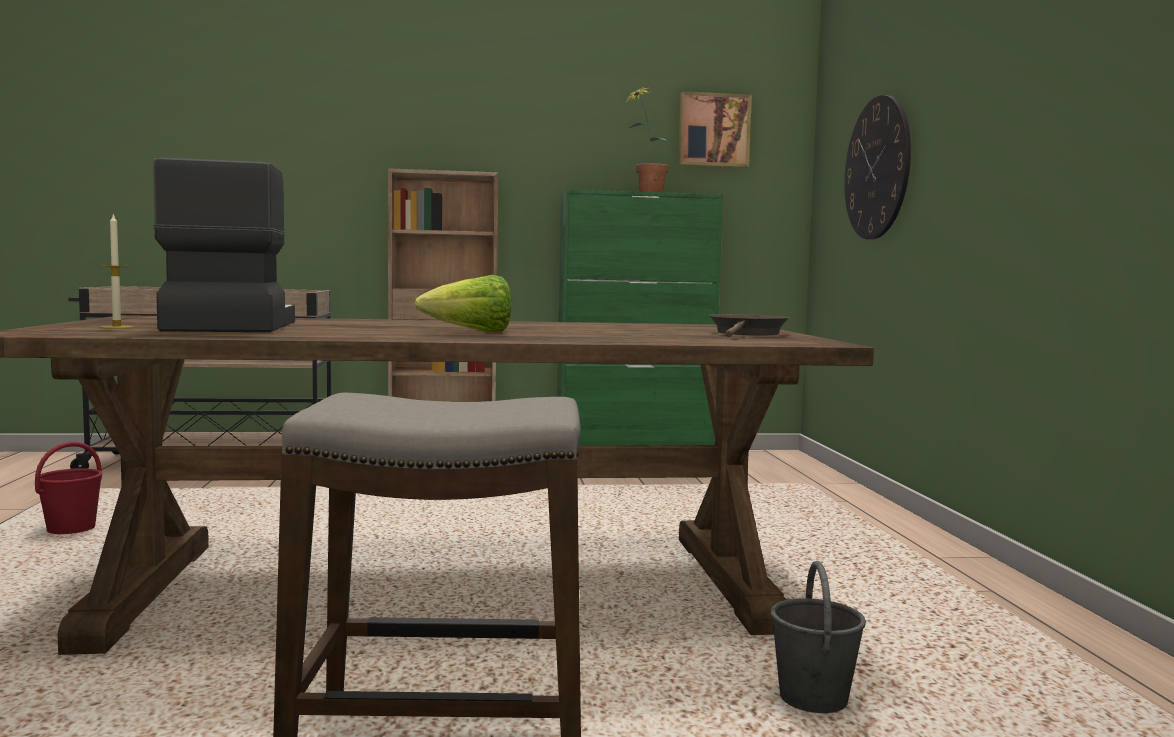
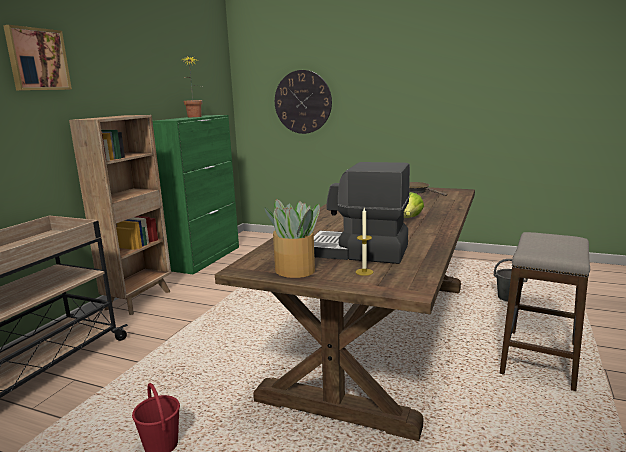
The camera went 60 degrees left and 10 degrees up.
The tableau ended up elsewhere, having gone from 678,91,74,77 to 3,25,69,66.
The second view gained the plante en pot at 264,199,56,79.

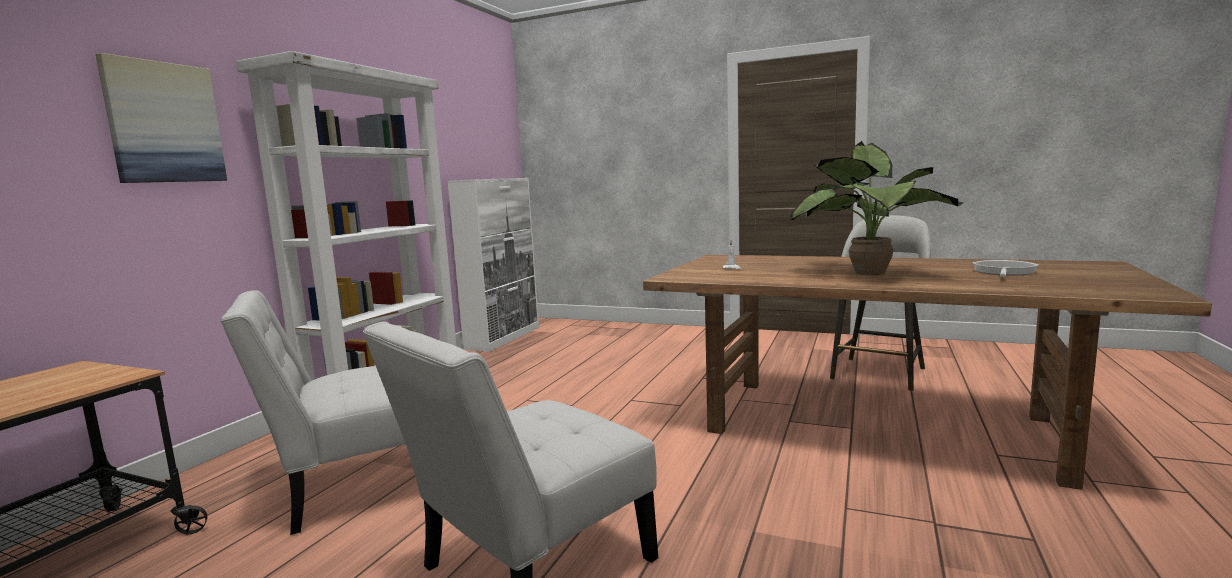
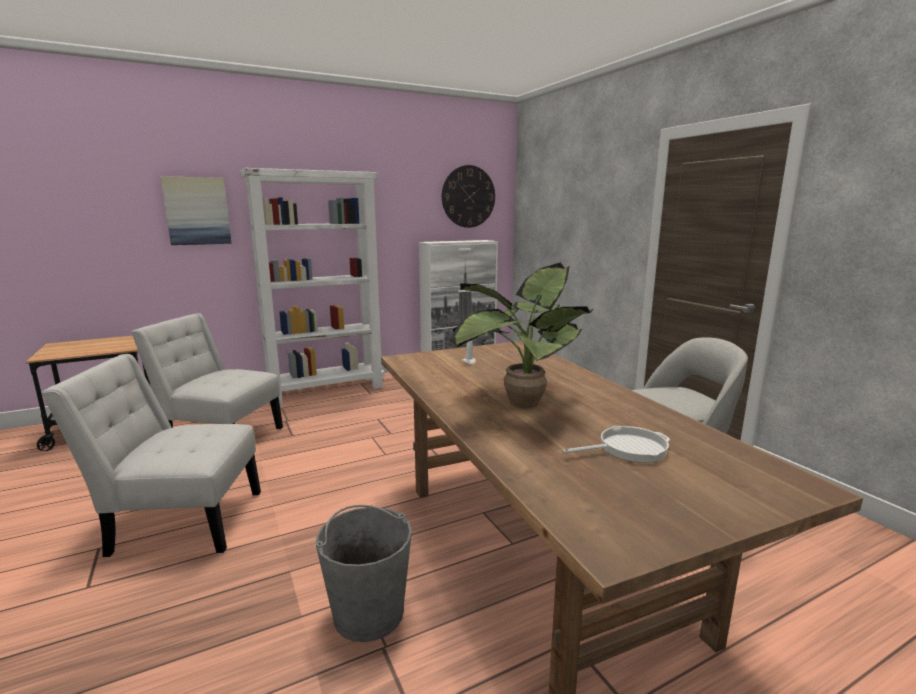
The camera went 40 degrees right and 5 degrees up.
The second view gained the seau [gris] at 316,505,96,137.
The second view gained the horloge murale at 442,165,53,63.

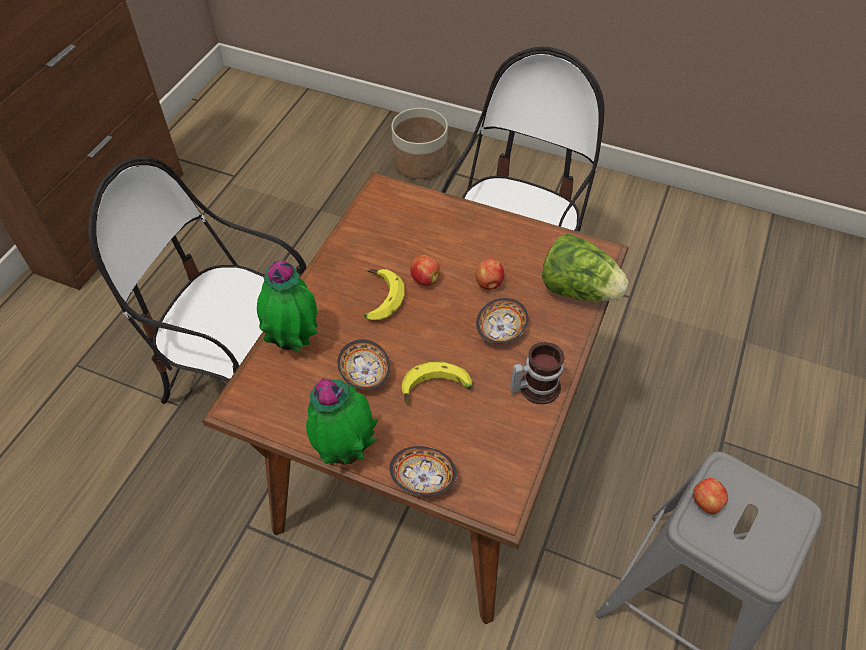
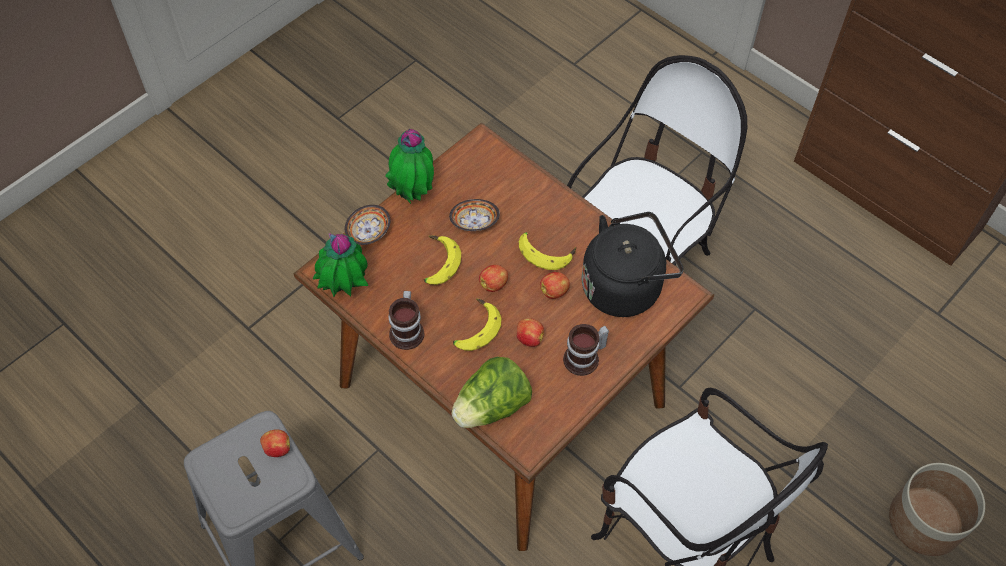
The camera went 110 degrees right and 5 degrees up.
The plante en pot ended up elsewhere, having gone from 257,261,61,91 to 313,233,55,64.
Where the bol stood at 476,298,52,46, the banane came to stand at 453,298,48,53.
The second view gained the pomme at 479,265,29,27.
The second view gained the mug at 563,324,46,52.
The second view gained the bouilloire [noir] at 582,212,102,105.

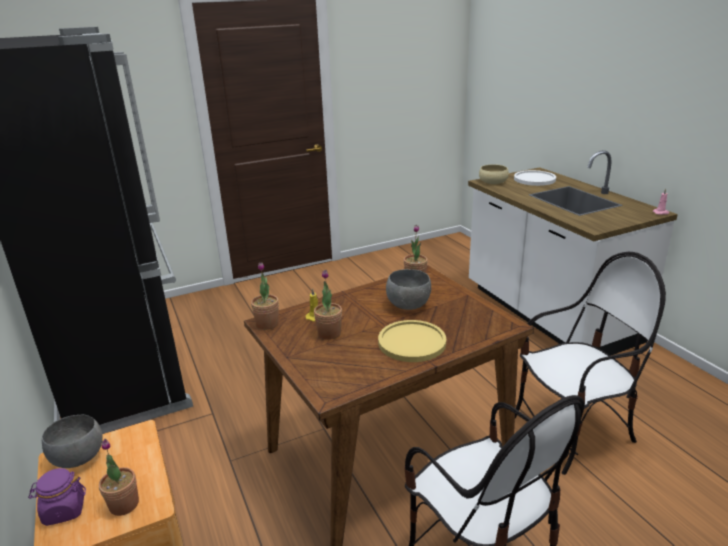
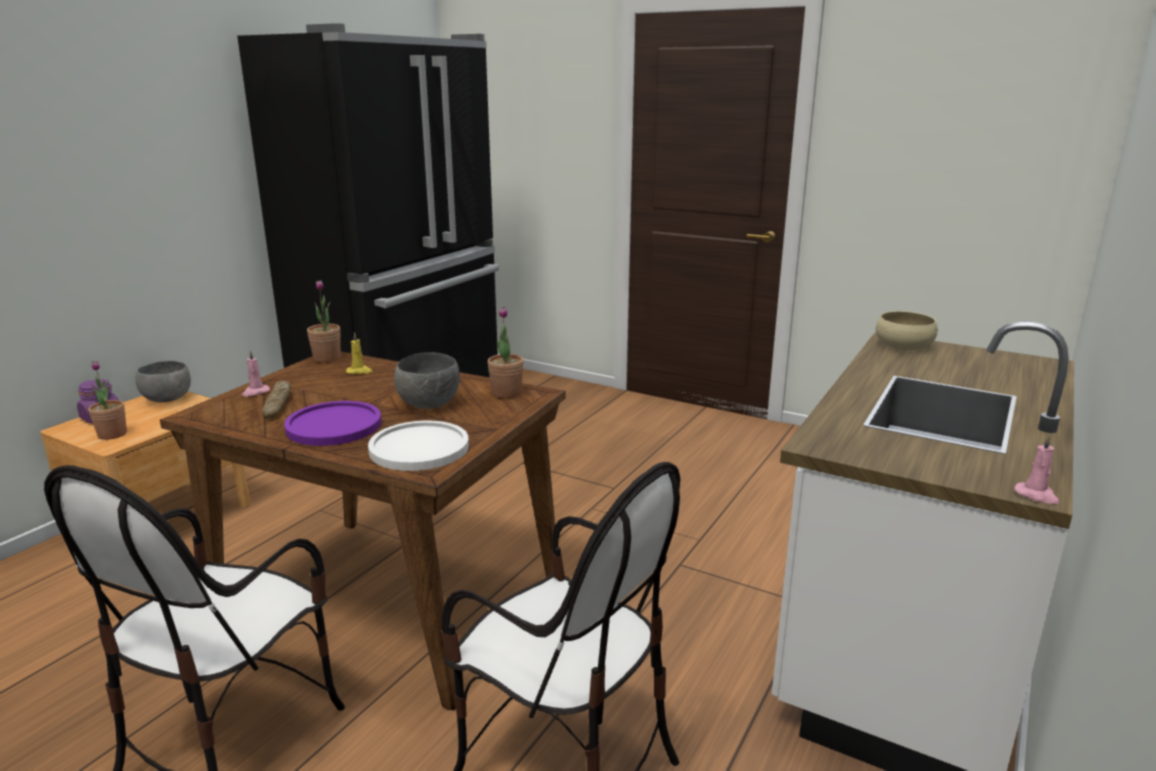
The camera went 55 degrees right and 5 degrees down.
The second view lost the plante en pot at 314,270,28,70.
What was the assiette [jaune] at 378,320,68,42 turned into the assiette [violet] at 284,401,97,45.
The assiette [blanc] ended up elsewhere, having gone from 514,170,42,16 to 368,421,101,50.
The second view gained the bougie [rose] at 242,350,28,47.
The second view gained the pain at 262,381,30,38.

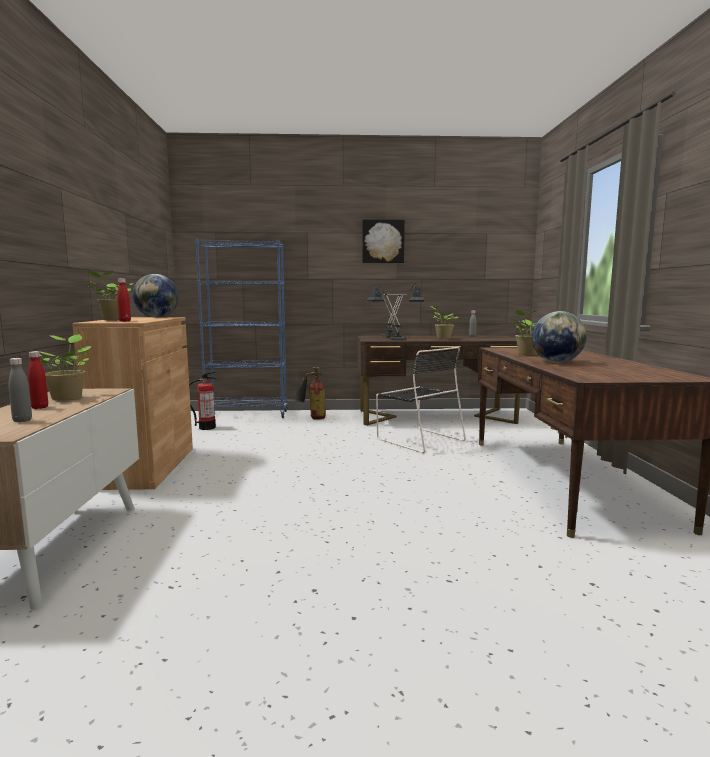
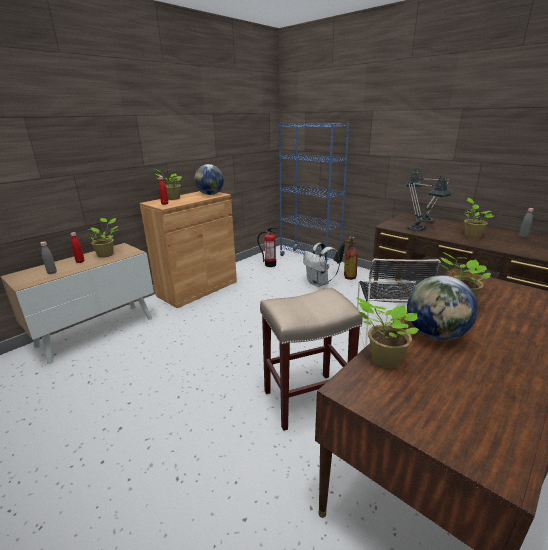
The camera went 45 degrees right and 15 degrees up.
The second view lost the tableau at 362,219,43,44.
The second view gained the tabouret [beige] at 260,288,103,143.
The second view gained the sac à dos [blanc] at 303,243,37,44.
The second view gained the plante en pot at 356,298,63,70.

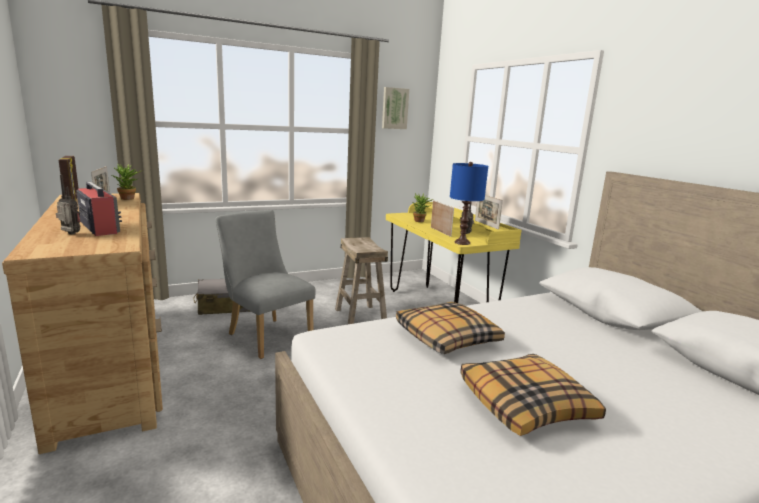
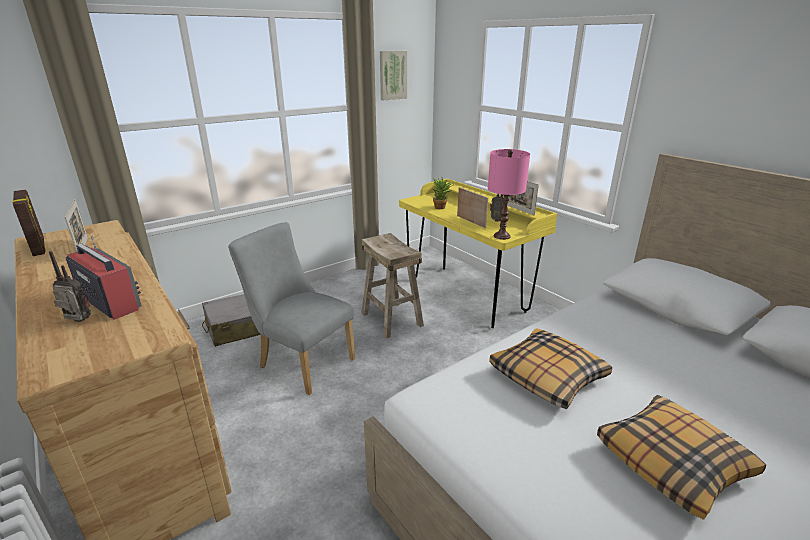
The camera went 10 degrees left and 10 degrees up.
The second view lost the plante en pot at 112,164,29,36.
What was the lampe de table [bleu] at 450,162,38,83 turned into the lampe de table [rose] at 488,149,42,91.

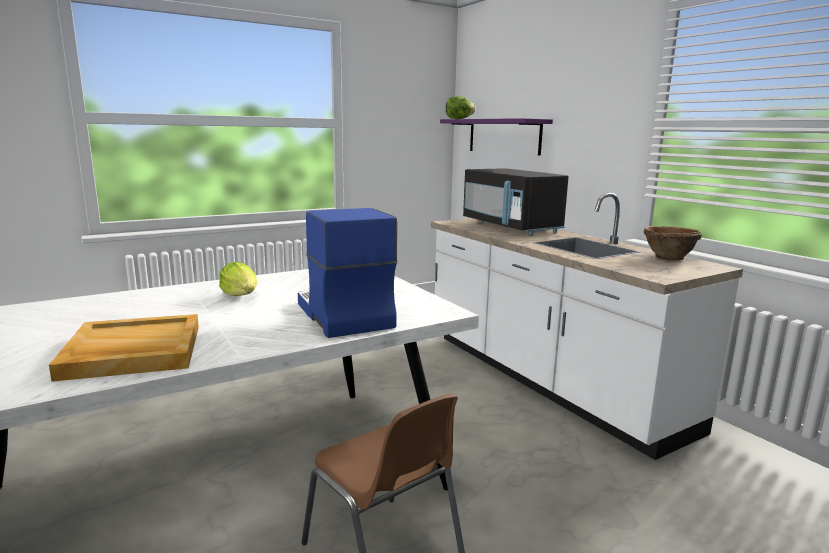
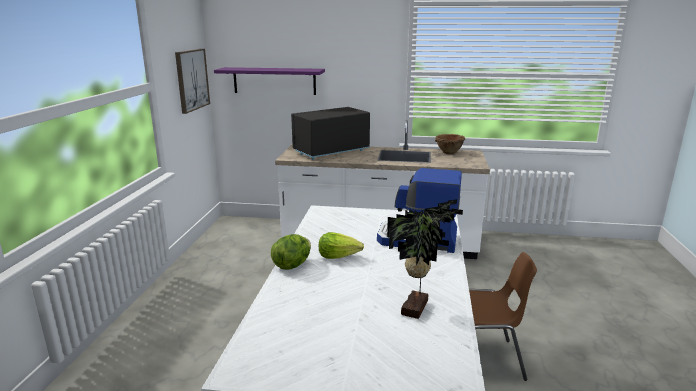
The camera went 50 degrees left and 5 degrees up.
Where the plateau [beige] stood at 49,314,150,68, the plante en pot came to stand at 387,199,76,120.
The laitue ended up elsewhere, having gone from 446,96,30,23 to 271,234,40,36.
The micro-ondes [noir] at 463,168,106,67 ended up facing another way, 135 degrees clockwise from before.
The second view gained the tableau at 175,49,35,65.

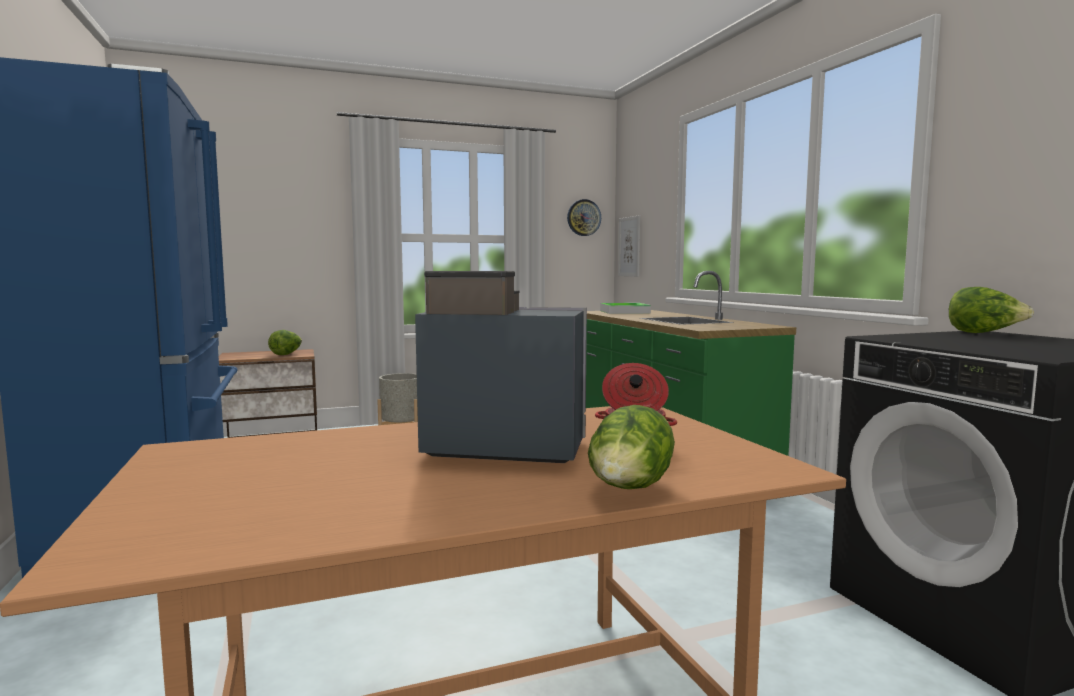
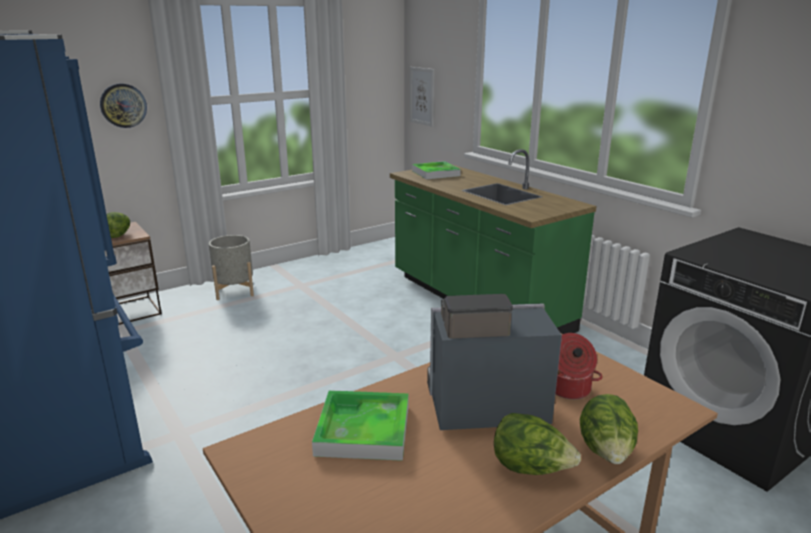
The camera went 15 degrees left and 15 degrees up.
The horloge murale ended up elsewhere, having gone from 567,199,34,37 to 100,83,47,45.
The laitue ended up elsewhere, having gone from 949,287,85,46 to 494,413,87,62.
The second view gained the plateau at 312,390,96,71.

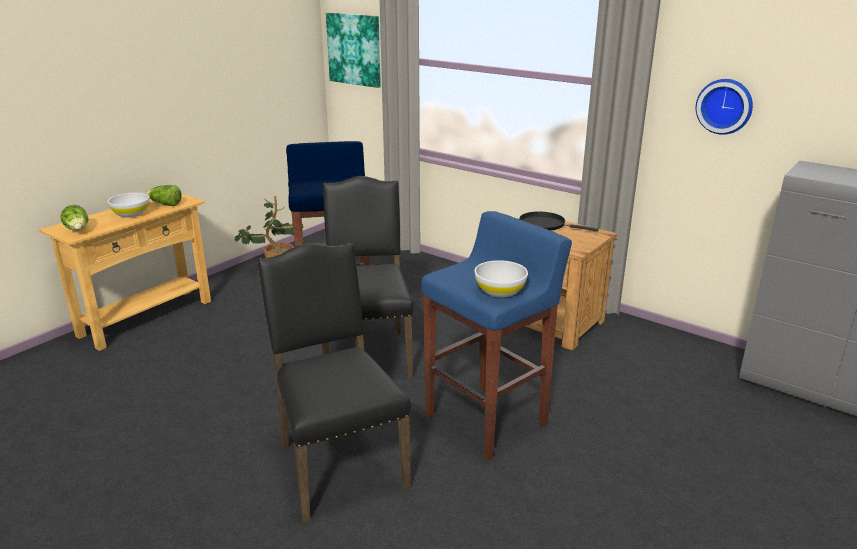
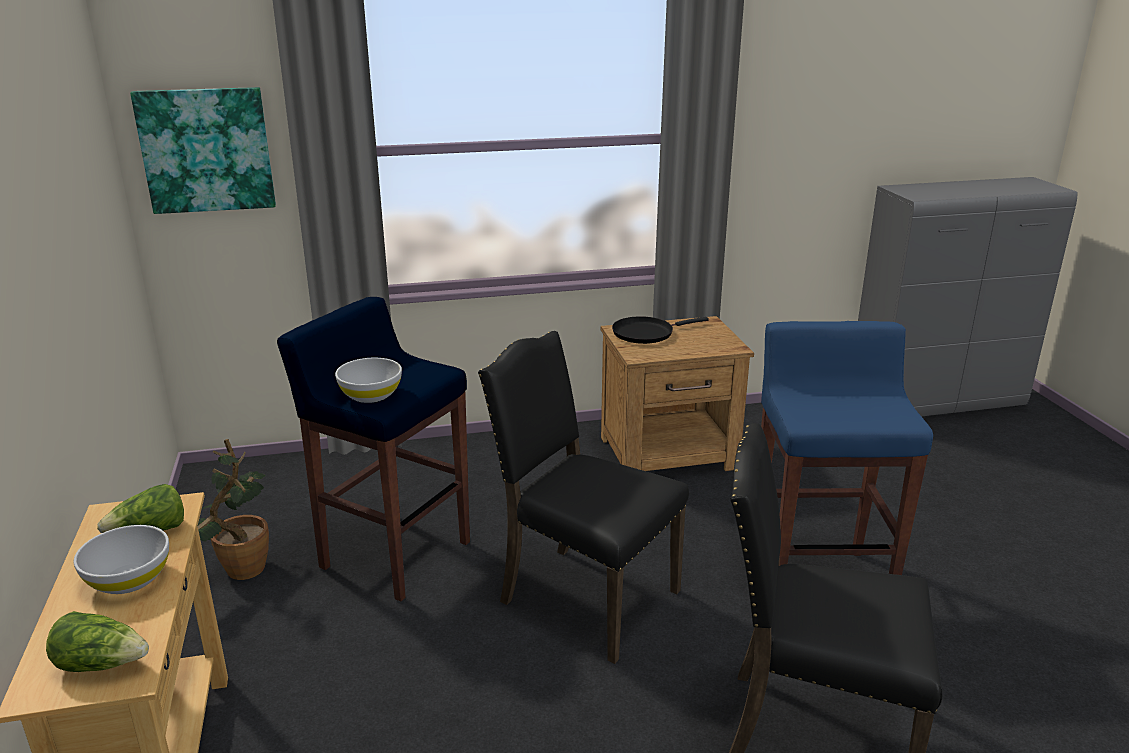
The camera went 50 degrees left and 0 degrees up.
The bol [blanc] ended up elsewhere, having gone from 474,260,54,37 to 335,358,67,45.
The second view lost the horloge murale at 696,79,57,56.

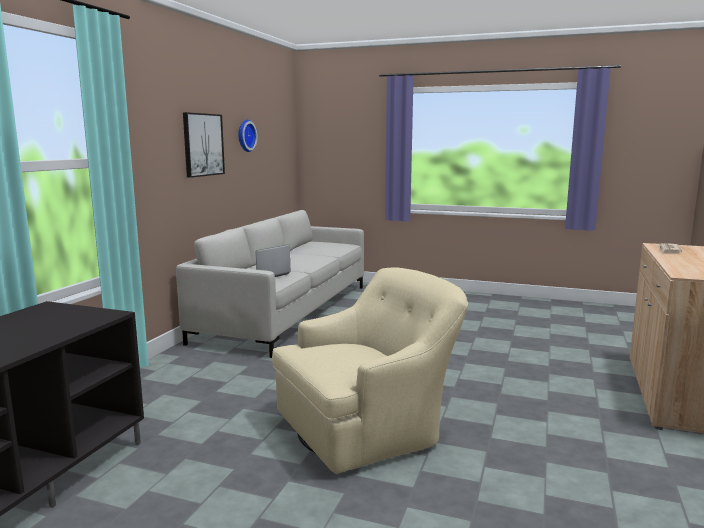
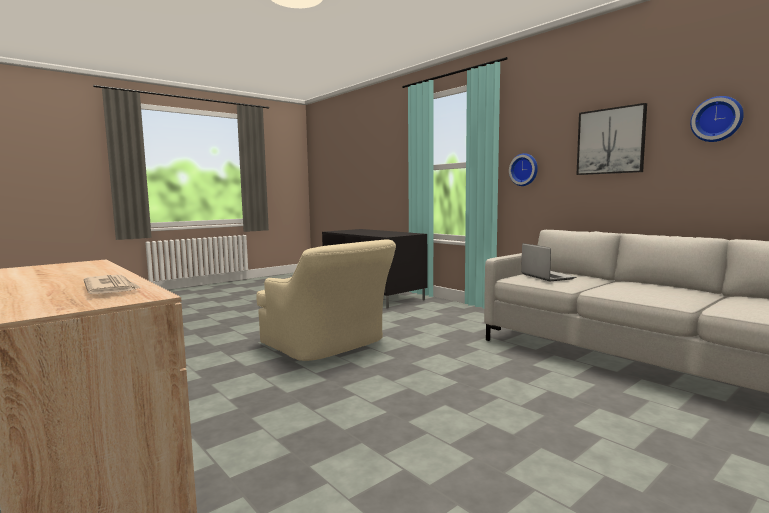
The camera went 120 degrees right and 5 degrees down.
The fauteuil [beige] at 272,267,196,207 ended up facing another way, 45 degrees counterclockwise from before.
The second view gained the horloge murale at 509,153,29,33.

